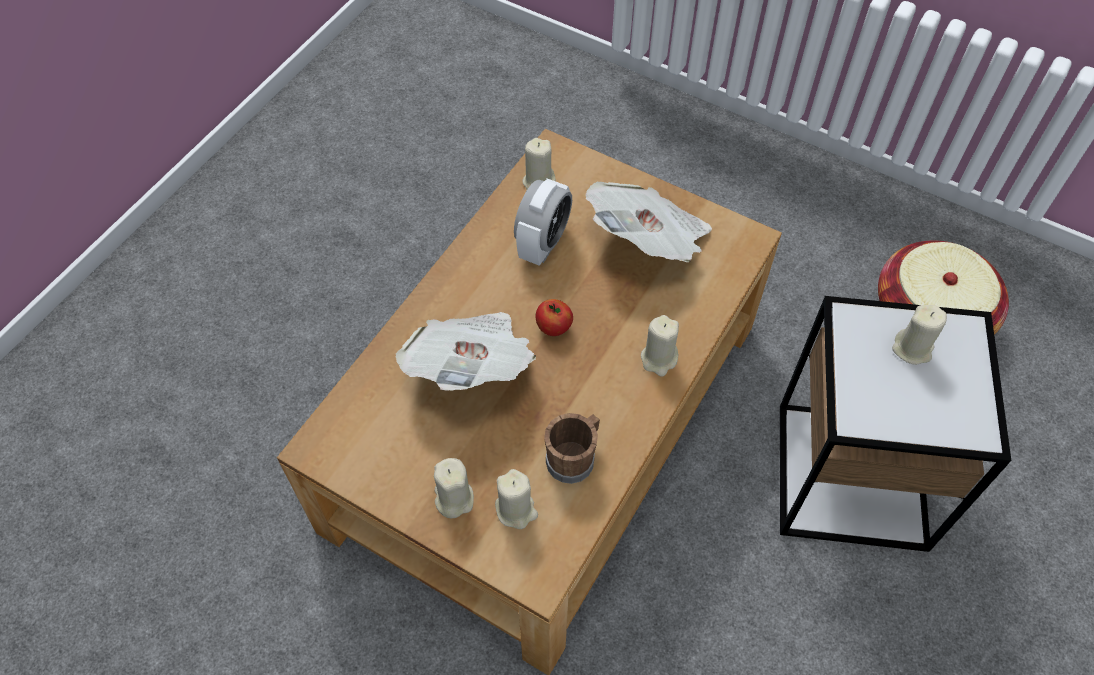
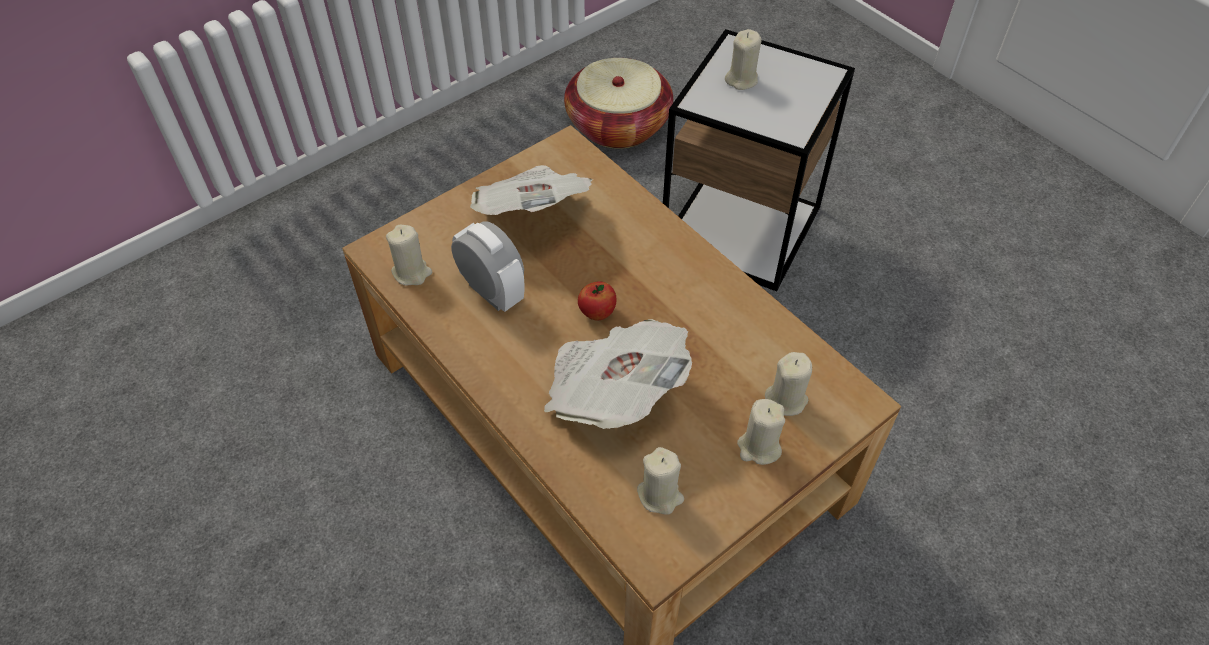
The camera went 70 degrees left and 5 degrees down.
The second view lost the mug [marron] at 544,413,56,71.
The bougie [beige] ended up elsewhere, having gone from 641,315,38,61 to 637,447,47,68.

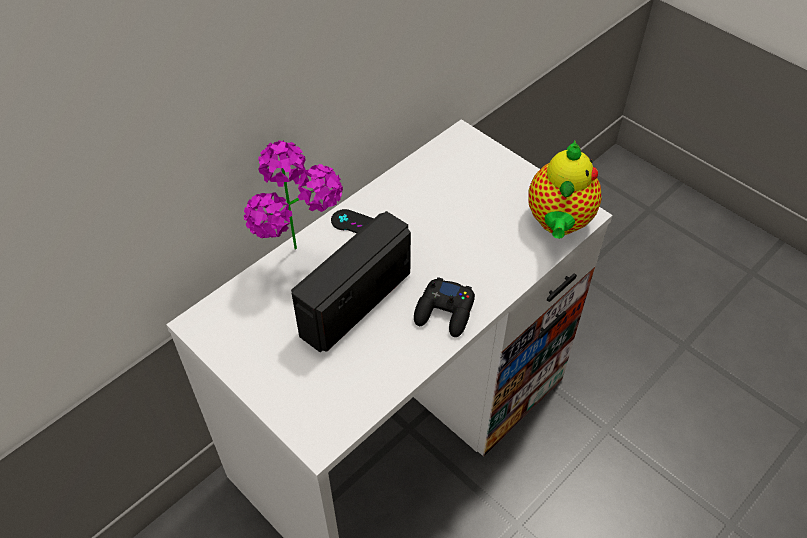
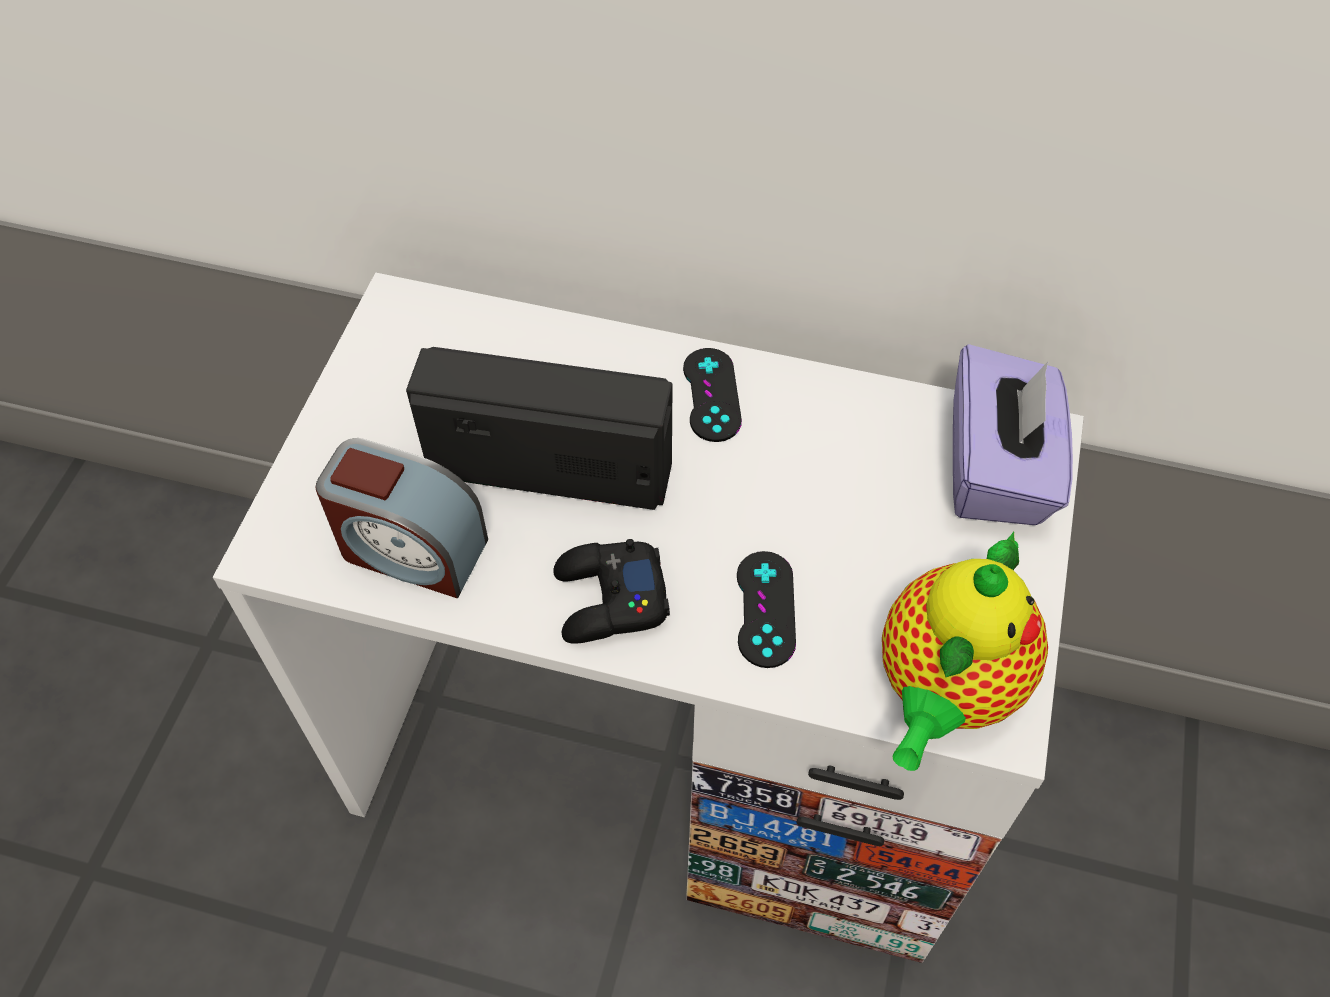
The camera went 60 degrees right and 5 degrees up.
The second view lost the plante en pot at 244,140,99,110.
The théière at 528,141,74,98 ended up facing another way, 45 degrees counterclockwise from before.
The second view gained the réveil at 316,438,172,160.
The second view gained the manette [noir] at 737,551,59,117.
The second view gained the boîte à mouchoirs [violet] at 953,344,120,181.

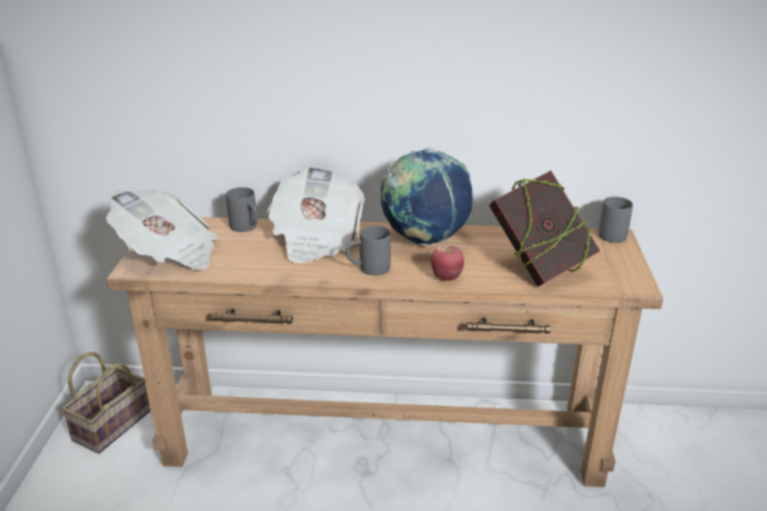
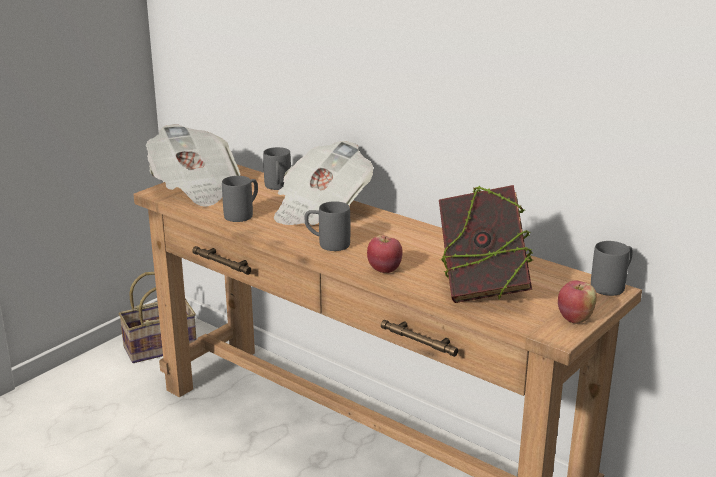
The camera went 35 degrees right and 5 degrees down.
The second view lost the globe at 380,148,93,98.
The second view gained the mug [gris] at 222,176,36,46.
The second view gained the pomme at 558,281,39,43.

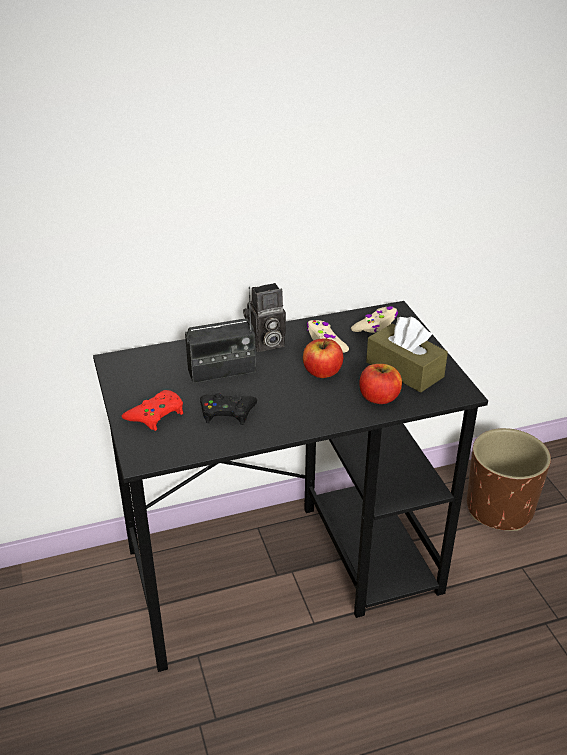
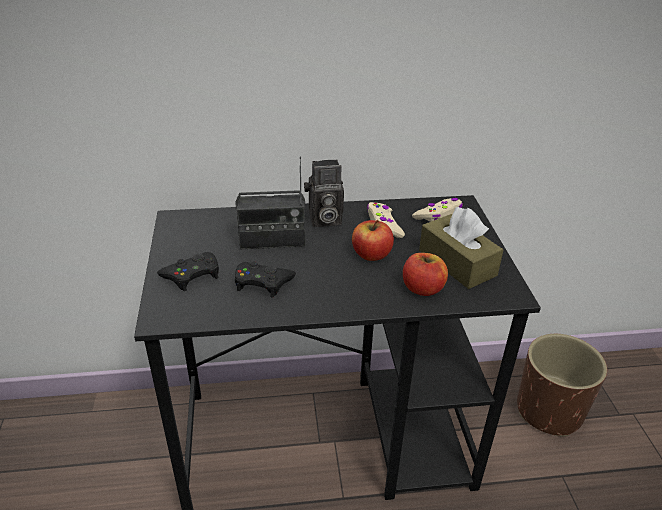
The camera went 10 degrees right and 0 degrees up.
What was the manette [rouge] at 122,390,61,41 turned into the manette [noir] at 157,252,62,39.

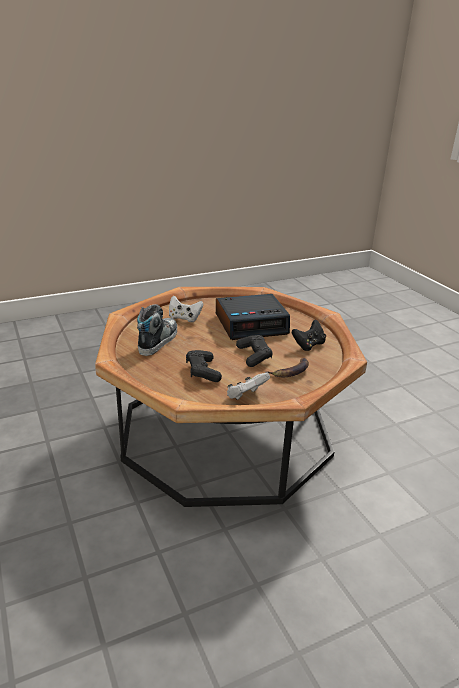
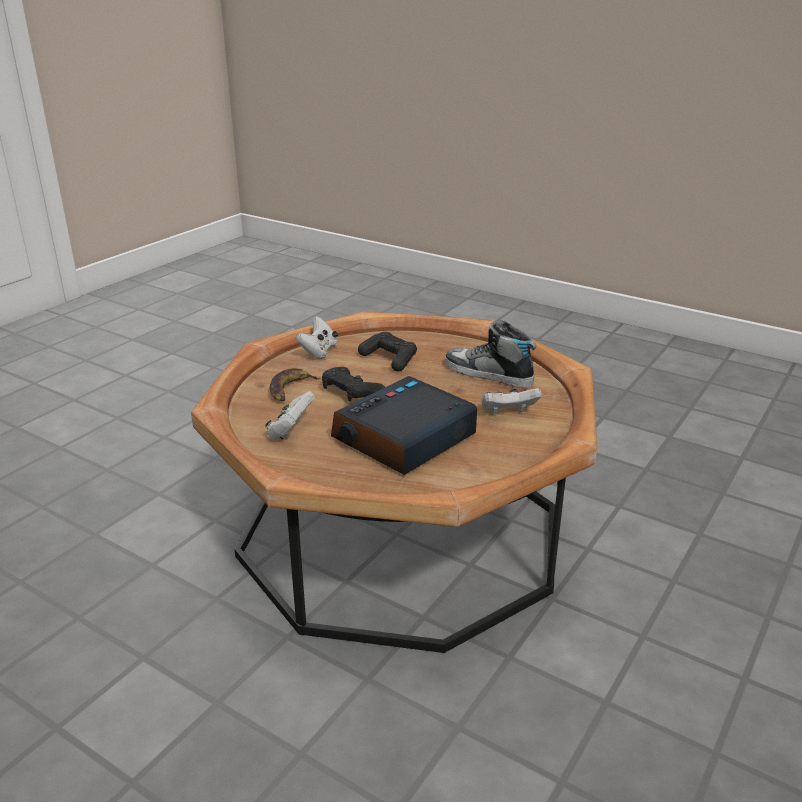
The camera went 150 degrees right and 0 degrees up.
The chaussure at 137,304,40,52 ended up facing another way, 135 degrees clockwise from before.
What was the manette [noir] at 292,319,34,32 turned into the manette [blanc] at 265,392,50,48.

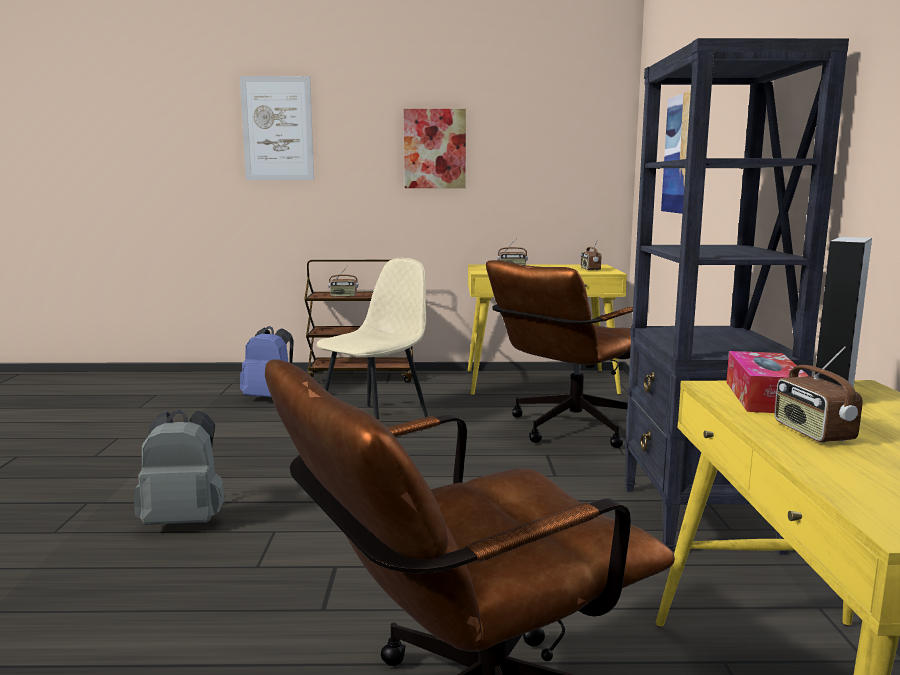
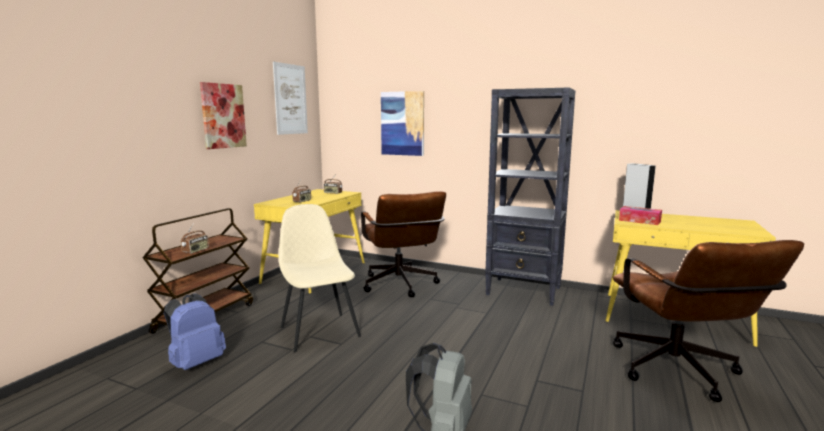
The camera went 65 degrees left and 0 degrees up.
The tableau ended up elsewhere, having gone from 240,76,74,104 to 273,62,35,73.
The second view lost the radio at 774,346,89,97.

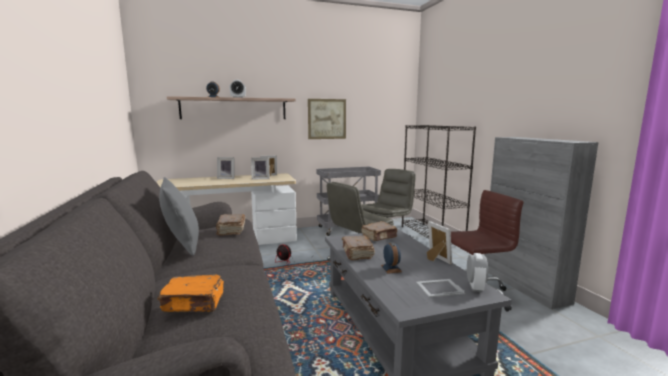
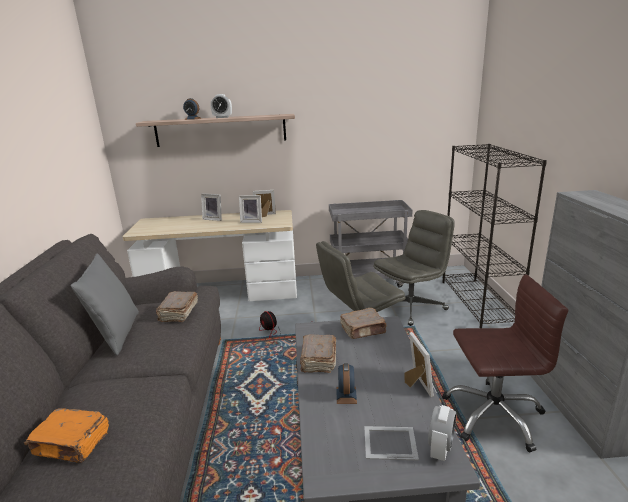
The camera went 15 degrees right and 10 degrees up.
The second view lost the tableau at 308,99,38,40.

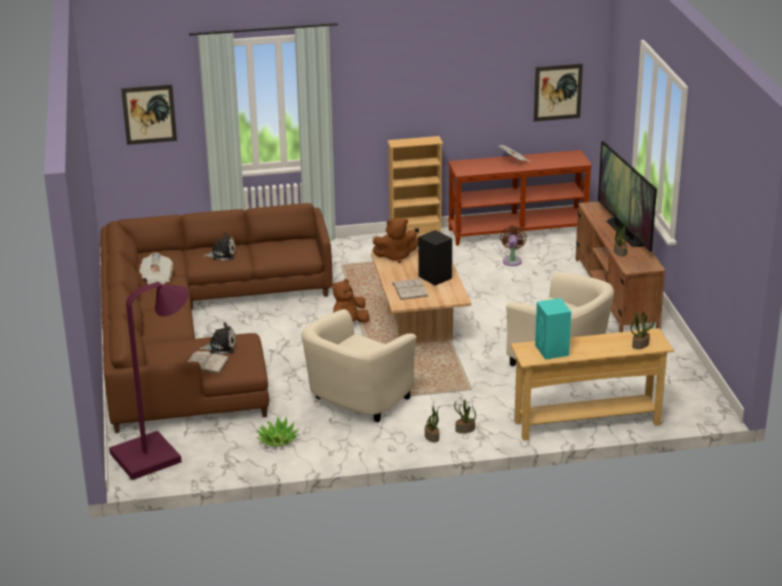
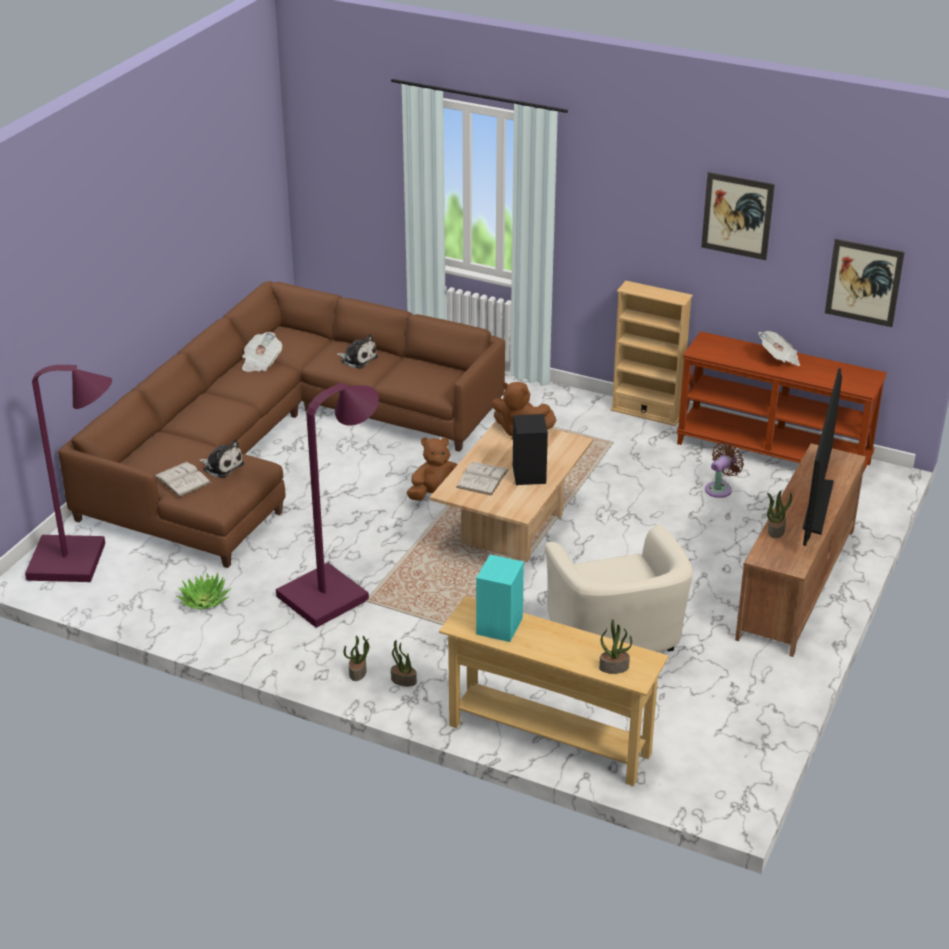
The camera went 35 degrees right and 5 degrees up.
The tableau ended up elsewhere, having gone from 121,85,56,60 to 701,172,74,88.
Where the fauteuil [beige] stood at 301,309,115,114, the lampadaire [violet] came to stand at 276,383,103,245.

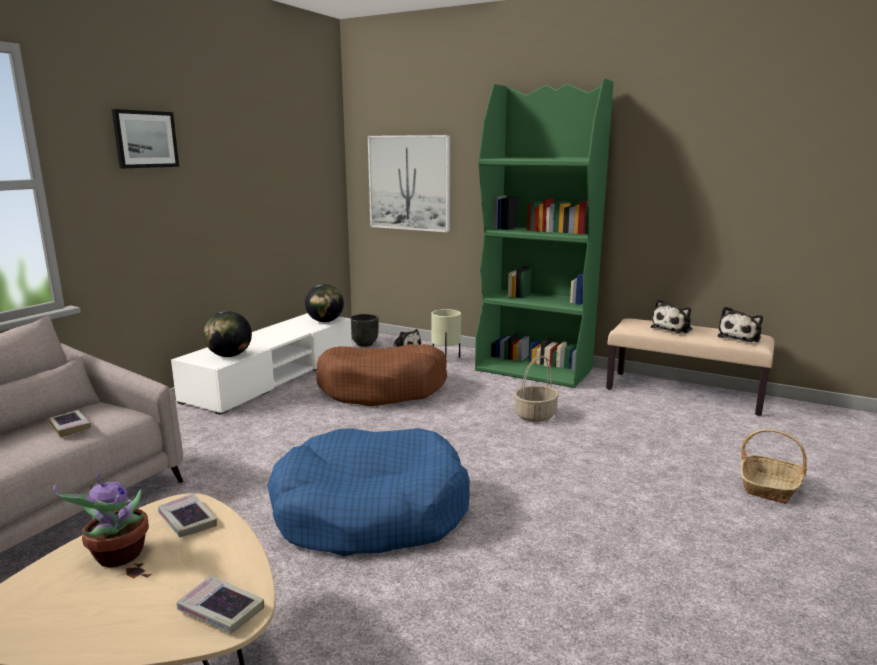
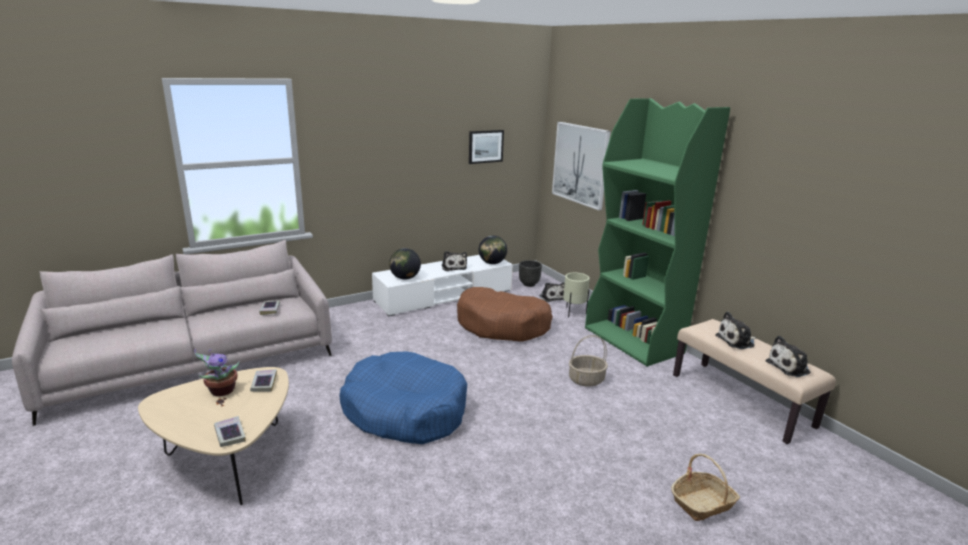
The camera went 30 degrees right and 5 degrees up.
The tableau ended up elsewhere, having gone from 112,109,67,59 to 469,130,35,34.
The second view gained the peluche at 442,251,25,20.

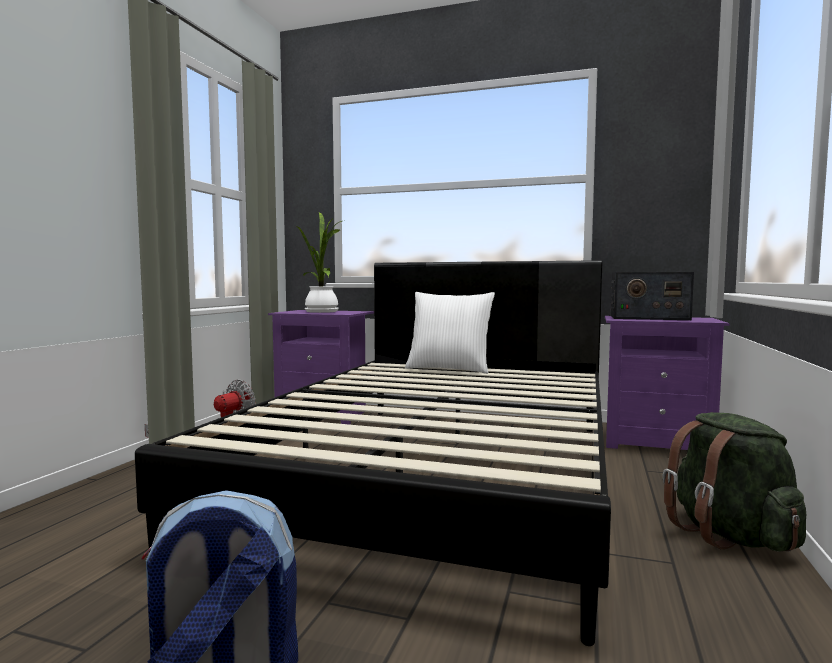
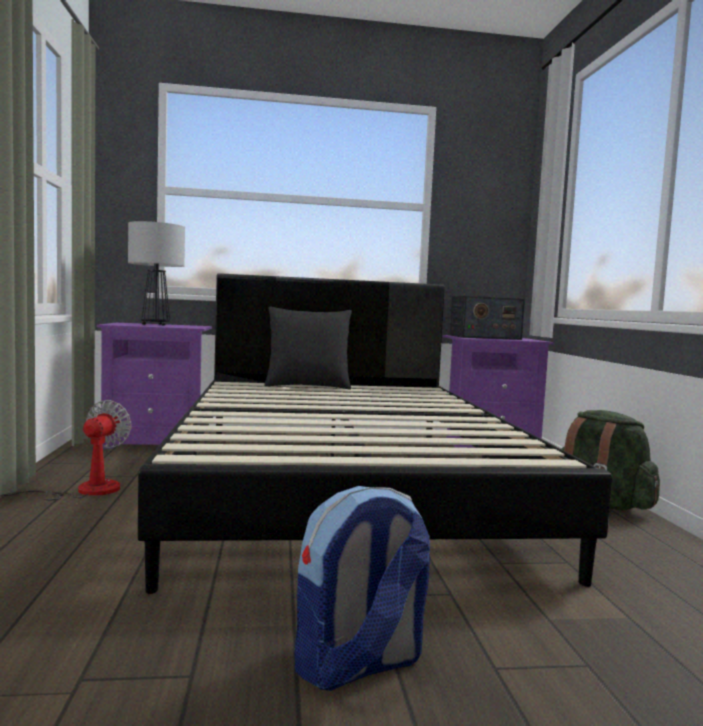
The camera went 25 degrees left and 0 degrees up.
Where the plante en pot stood at 297,213,45,100, the lampe de table came to stand at 128,221,57,105.
What was the coussin [blanc] at 405,292,90,82 turned into the coussin [noir] at 264,307,88,83.

